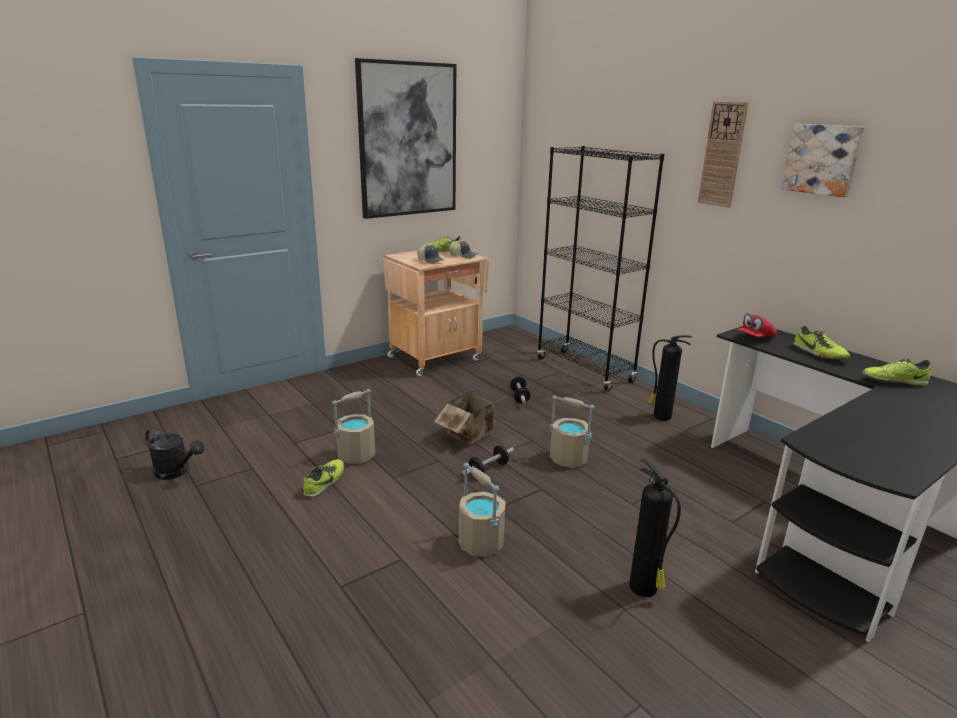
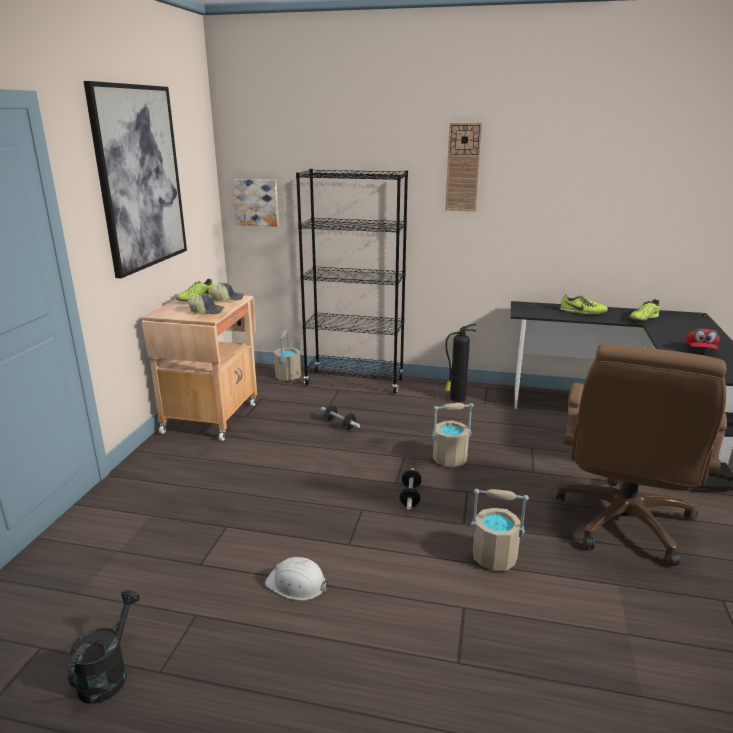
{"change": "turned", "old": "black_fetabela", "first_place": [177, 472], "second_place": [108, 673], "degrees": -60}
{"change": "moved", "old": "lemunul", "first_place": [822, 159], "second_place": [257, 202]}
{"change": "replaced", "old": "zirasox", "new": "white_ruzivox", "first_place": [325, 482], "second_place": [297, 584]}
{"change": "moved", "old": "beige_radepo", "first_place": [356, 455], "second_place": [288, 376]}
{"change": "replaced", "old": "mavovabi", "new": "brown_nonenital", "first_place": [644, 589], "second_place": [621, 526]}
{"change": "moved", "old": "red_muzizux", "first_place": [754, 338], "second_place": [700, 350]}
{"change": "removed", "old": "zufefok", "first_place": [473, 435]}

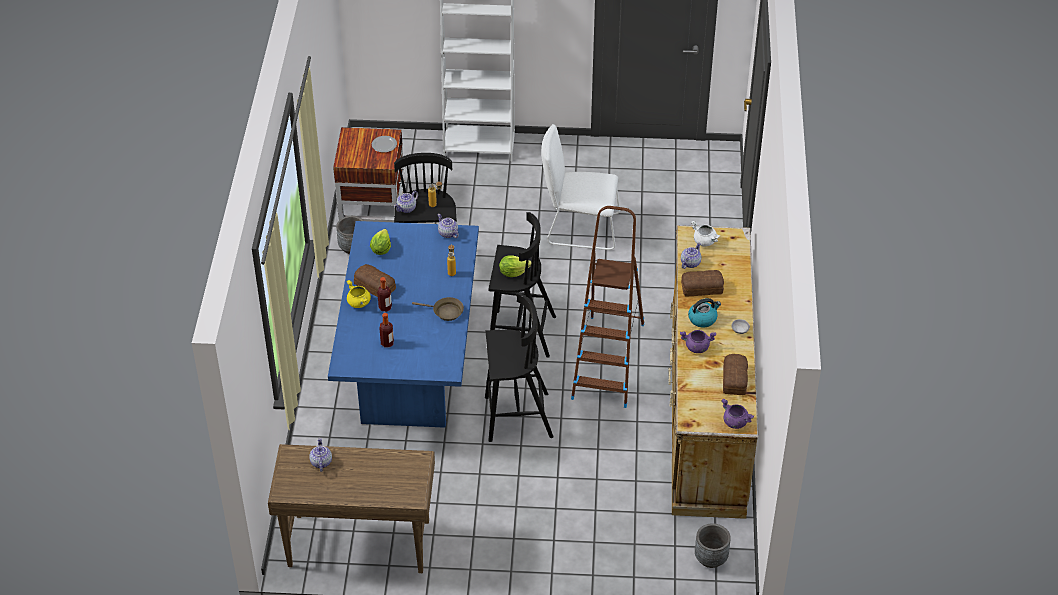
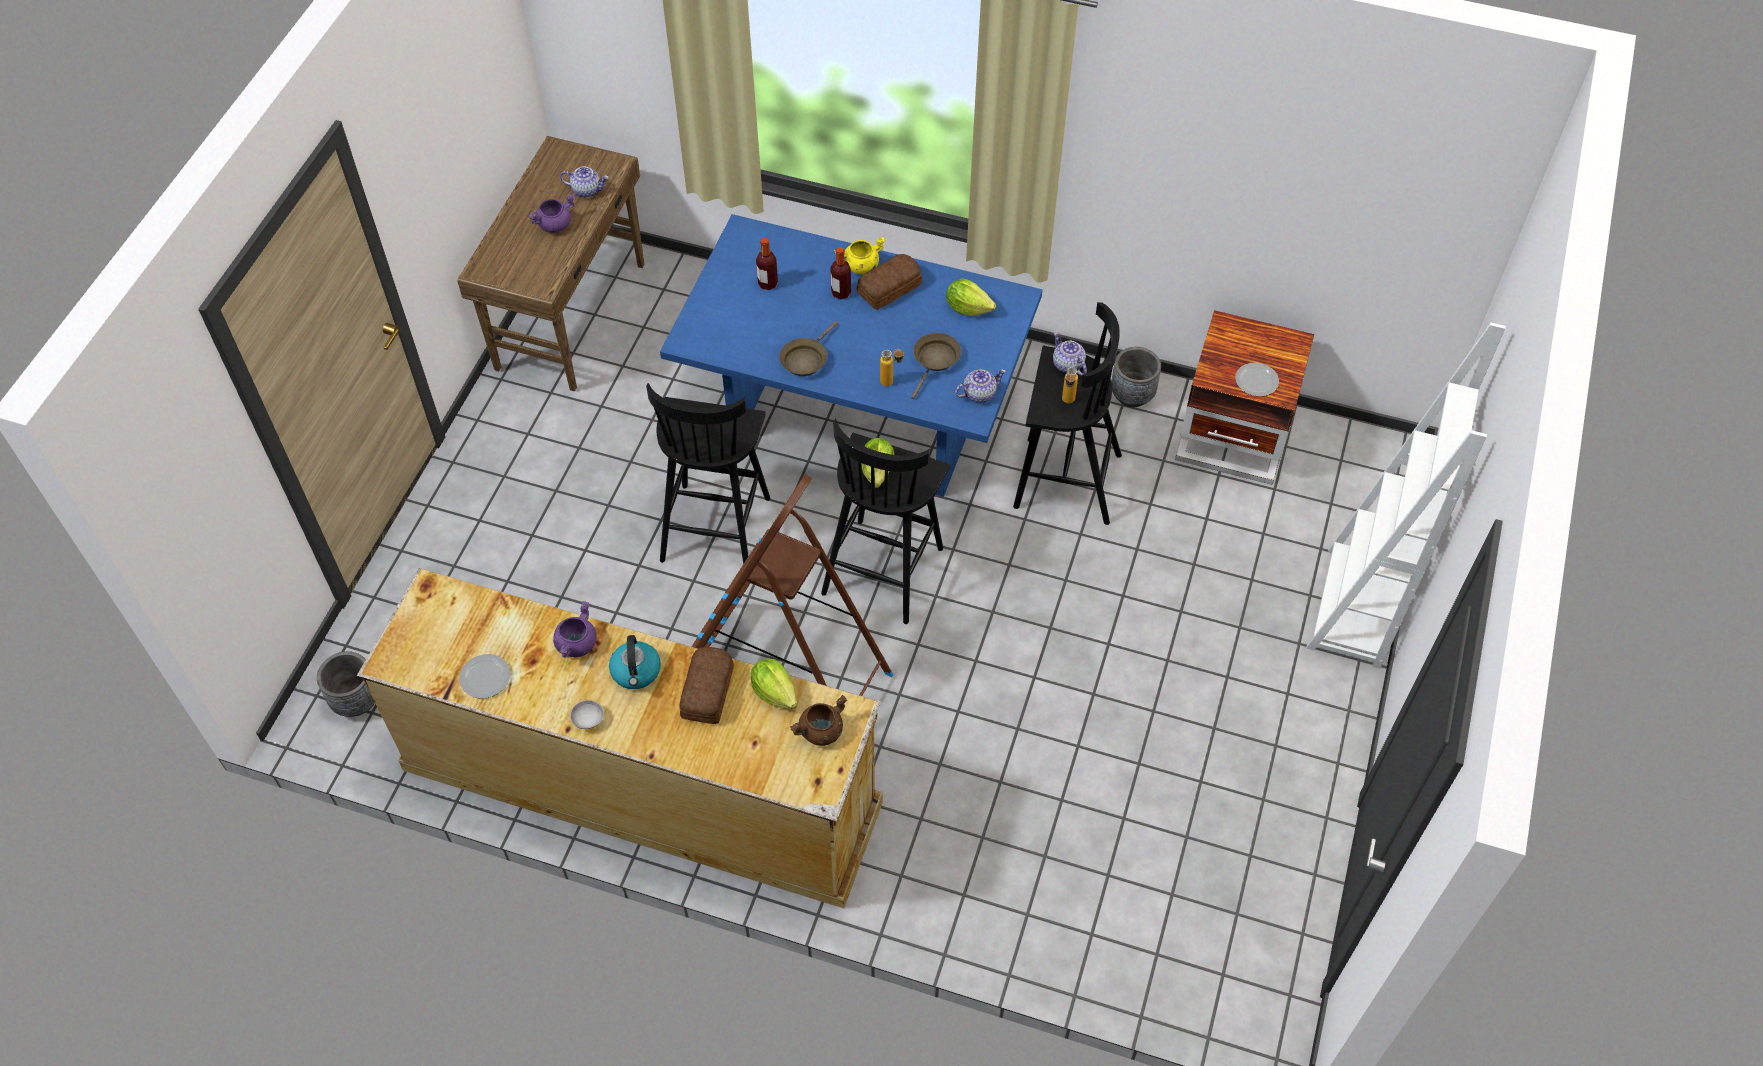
{"change": "replaced", "old": "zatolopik", "new": "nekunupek", "first_place": [735, 379], "second_place": [485, 678]}
{"change": "moved", "old": "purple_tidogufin", "first_place": [735, 422], "second_place": [554, 224]}
{"change": "replaced", "old": "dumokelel", "new": "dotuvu", "first_place": [690, 263], "second_place": [774, 692]}
{"change": "recoloured", "old": "white_tidogufin", "new": "brown_tidogufin", "first_place": [705, 241], "second_place": [821, 731]}
{"change": "added", "new": "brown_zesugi", "second_place": [935, 361]}
{"change": "removed", "old": "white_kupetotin", "first_place": [579, 229]}

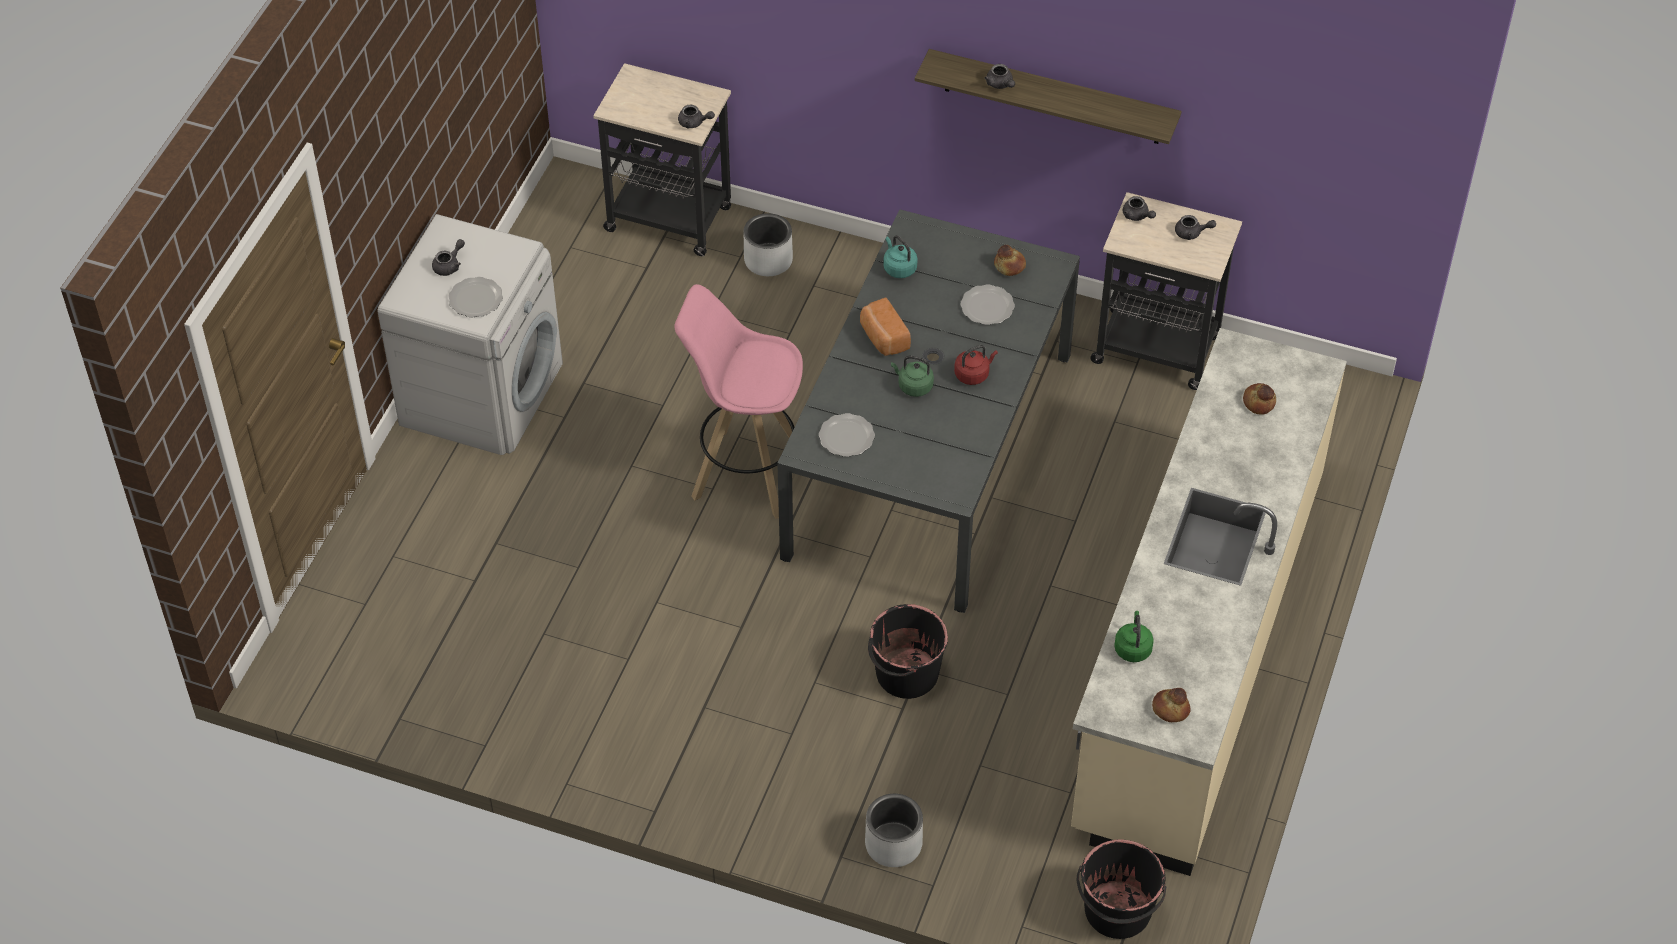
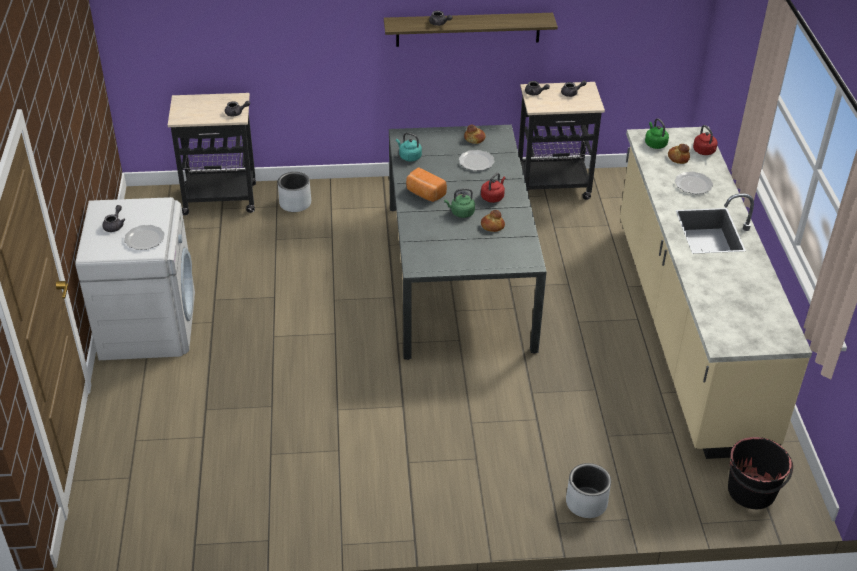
{"change": "moved", "old": "zatolopik", "first_place": [1170, 709], "second_place": [492, 226]}
{"change": "moved", "old": "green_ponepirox", "first_place": [1132, 648], "second_place": [655, 144]}
{"change": "moved", "old": "nekunupek", "first_place": [846, 436], "second_place": [693, 184]}
{"change": "added", "new": "red_ponepirox", "second_place": [704, 152]}
{"change": "removed", "old": "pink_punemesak", "first_place": [745, 472]}
{"change": "removed", "old": "black_radepo", "first_place": [906, 674]}

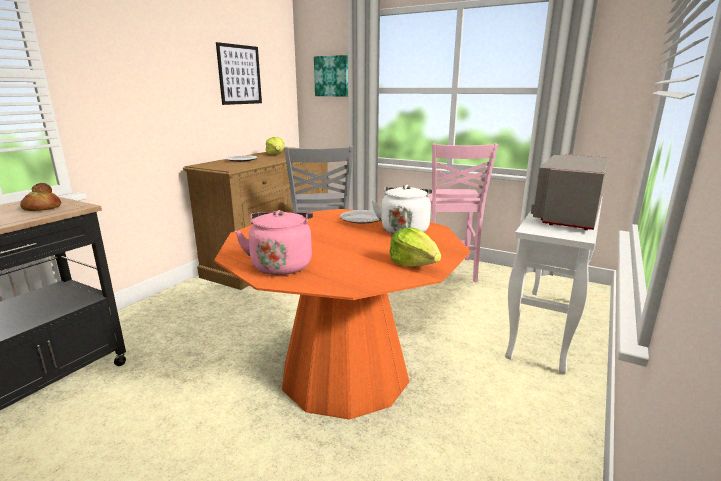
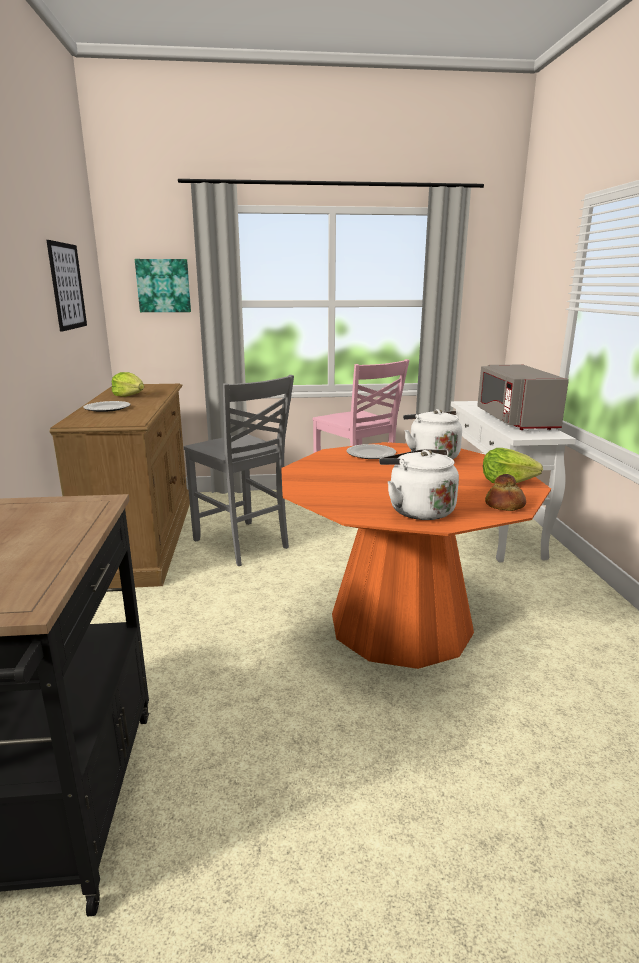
{"change": "recoloured", "old": "pink_ponepirox", "new": "white_ponepirox", "first_place": [282, 265], "second_place": [417, 510]}
{"change": "moved", "old": "zatolopik", "first_place": [41, 208], "second_place": [505, 505]}

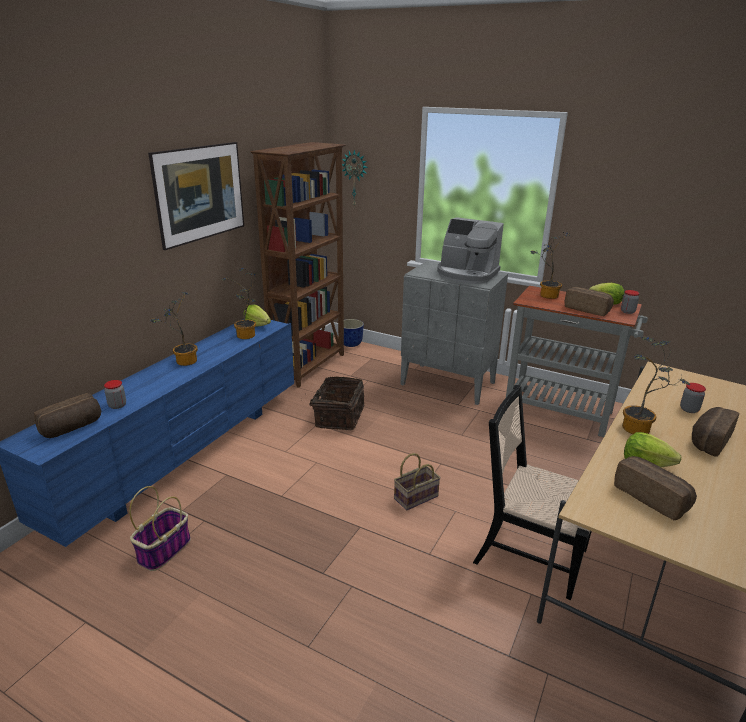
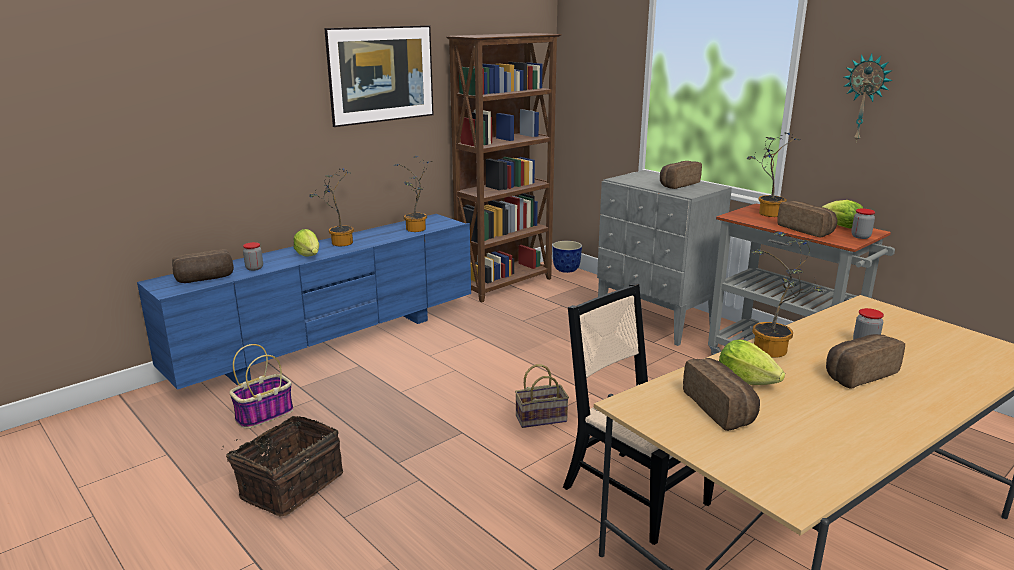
{"change": "moved", "old": "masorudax", "first_place": [338, 416], "second_place": [289, 485]}
{"change": "moved", "old": "dotuvu", "first_place": [257, 325], "second_place": [309, 255]}
{"change": "replaced", "old": "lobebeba", "new": "zatolopik", "first_place": [466, 274], "second_place": [677, 184]}
{"change": "moved", "old": "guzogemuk", "first_place": [355, 178], "second_place": [865, 98]}

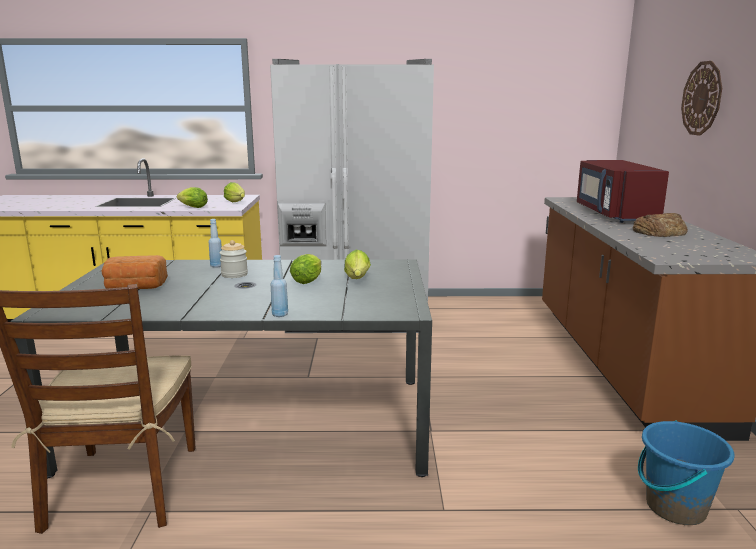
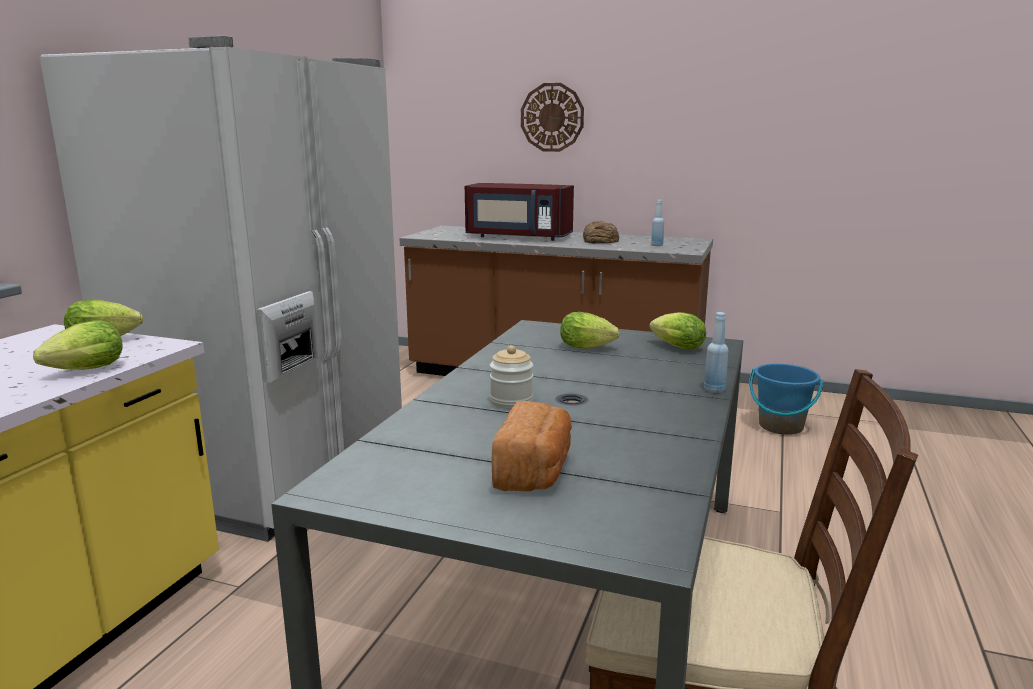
{"change": "moved", "old": "dotuvu", "first_place": [308, 280], "second_place": [674, 347]}
{"change": "moved", "old": "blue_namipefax", "first_place": [216, 266], "second_place": [657, 245]}

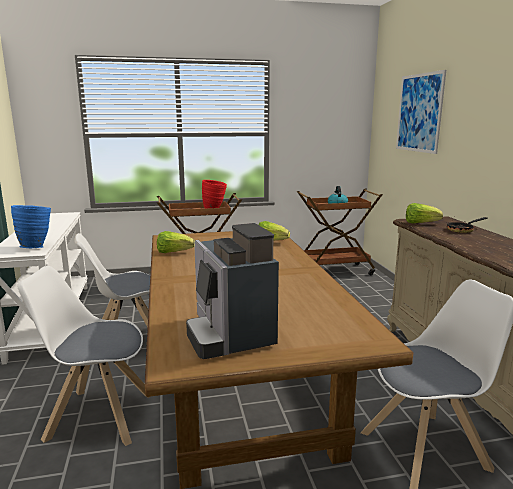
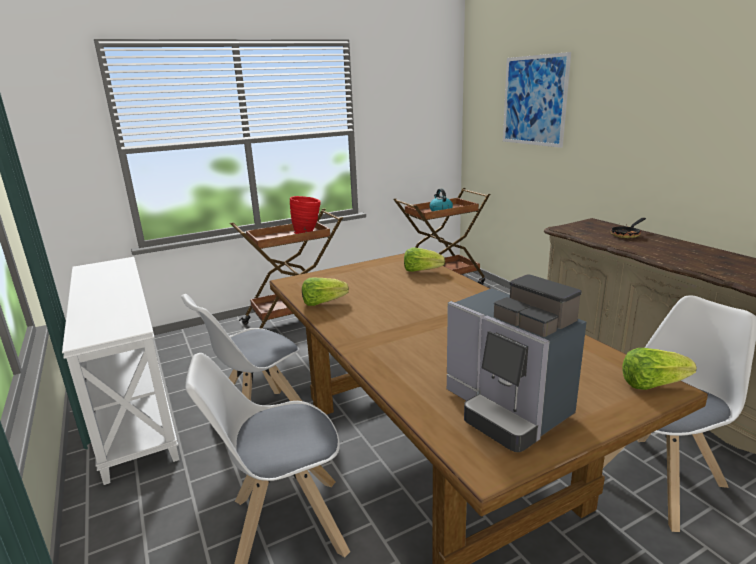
{"change": "moved", "old": "dotuvu", "first_place": [420, 223], "second_place": [652, 384]}
{"change": "removed", "old": "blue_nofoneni", "first_place": [36, 247]}

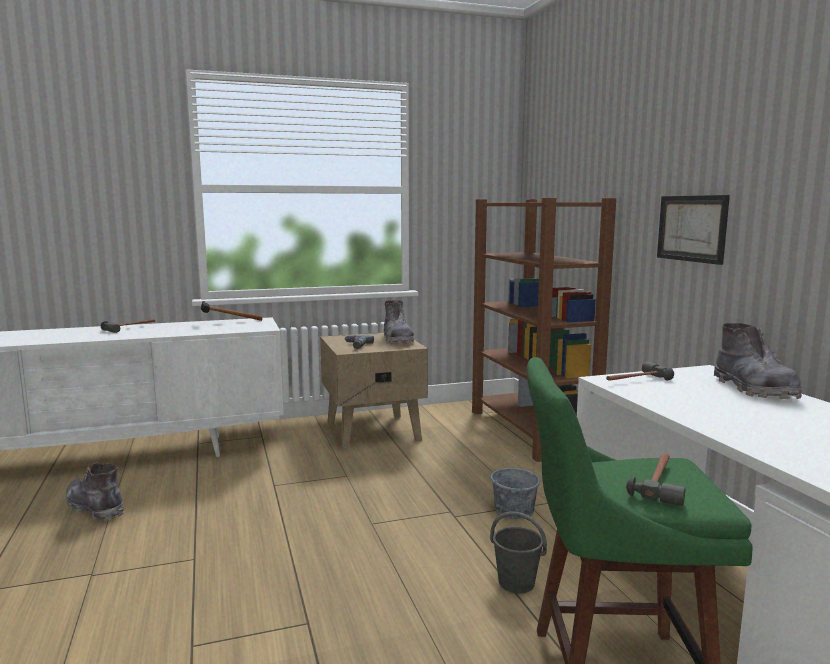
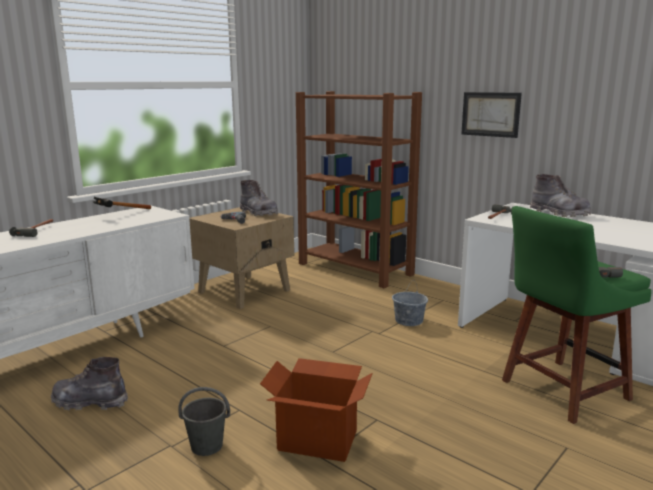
{"change": "moved", "old": "grey_radepo", "first_place": [517, 583], "second_place": [207, 446]}
{"change": "added", "new": "zufefok", "second_place": [317, 440]}

